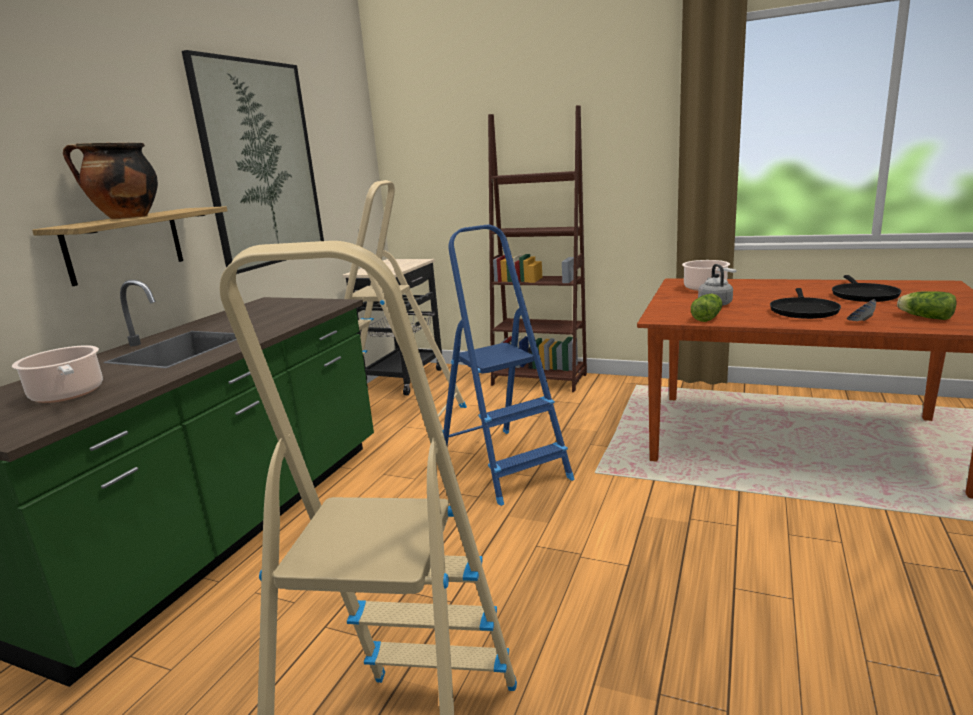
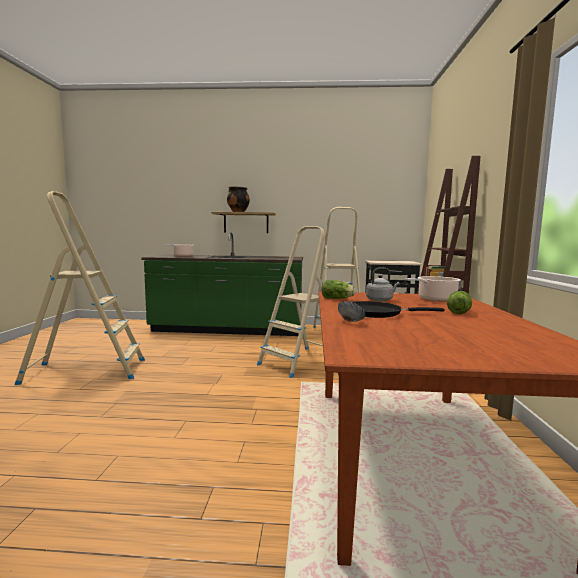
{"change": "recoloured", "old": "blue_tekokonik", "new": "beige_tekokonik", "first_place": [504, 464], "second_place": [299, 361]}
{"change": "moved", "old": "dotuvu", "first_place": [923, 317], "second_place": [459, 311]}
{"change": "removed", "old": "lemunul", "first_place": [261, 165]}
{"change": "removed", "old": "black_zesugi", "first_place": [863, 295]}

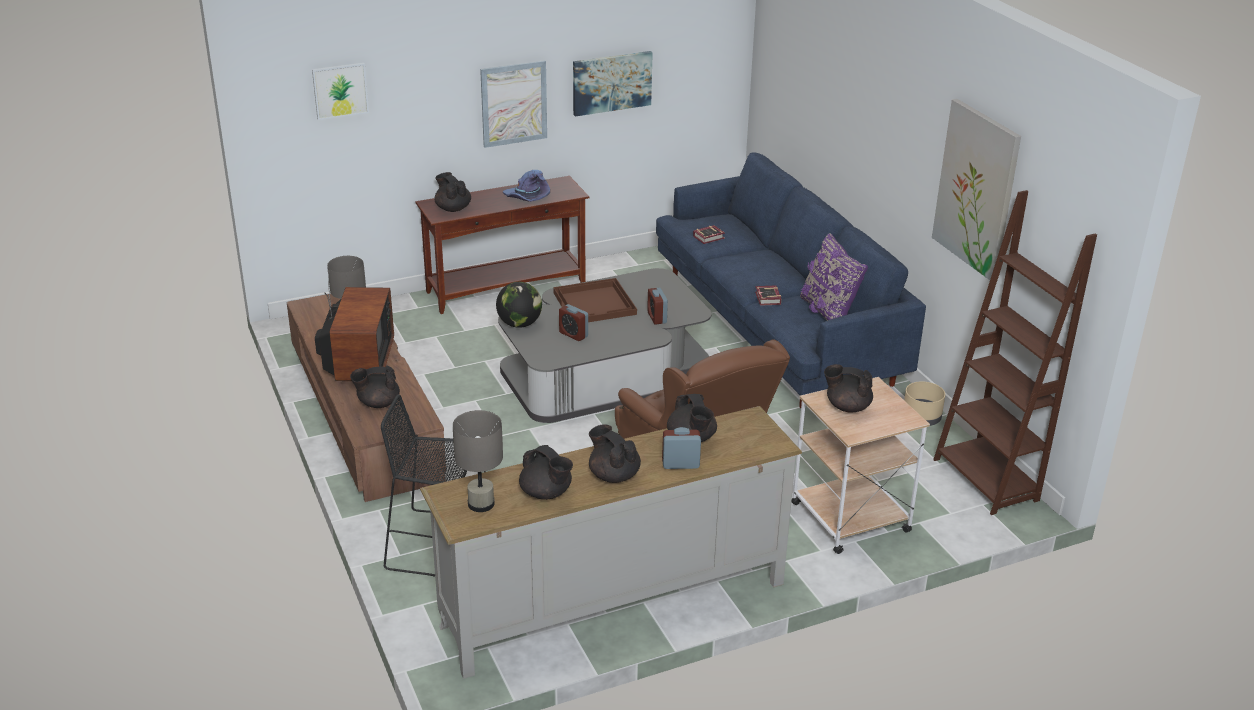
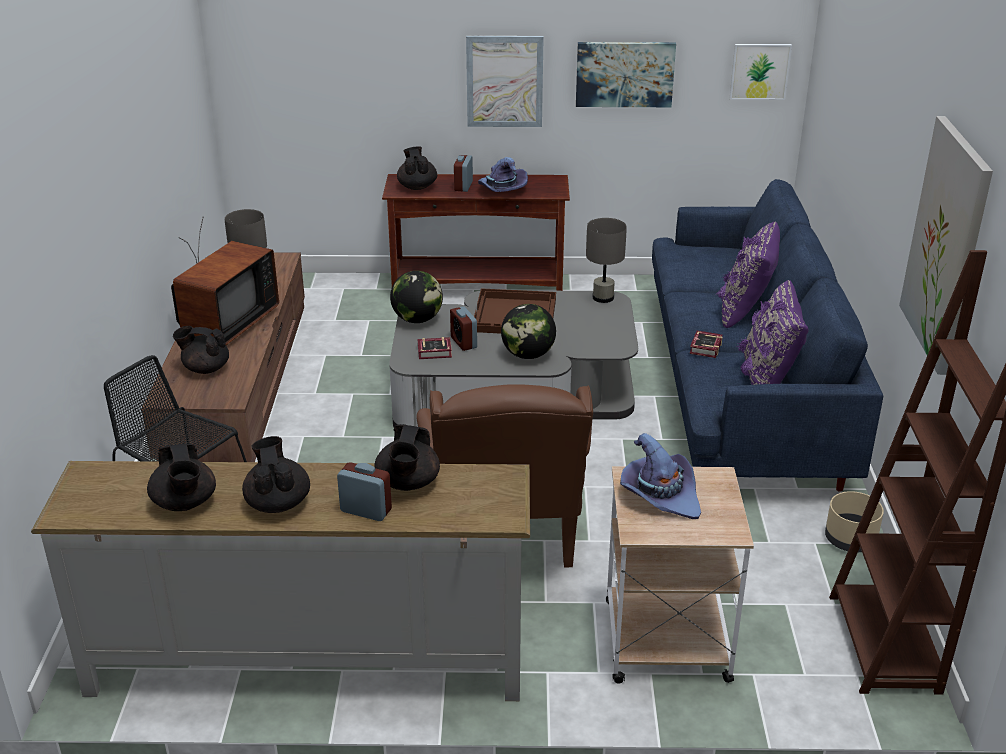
{"change": "moved", "old": "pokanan", "first_place": [710, 237], "second_place": [436, 352]}
{"change": "moved", "old": "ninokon", "first_place": [657, 318], "second_place": [463, 186]}
{"change": "added", "new": "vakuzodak", "second_place": [528, 355]}
{"change": "moved", "old": "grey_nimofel", "first_place": [481, 504], "second_place": [603, 298]}
{"change": "replaced", "old": "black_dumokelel", "new": "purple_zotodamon", "first_place": [847, 406], "second_place": [660, 495]}
{"change": "added", "new": "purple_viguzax", "second_place": [743, 310]}
{"change": "moved", "old": "lemunul", "first_place": [340, 90], "second_place": [760, 71]}

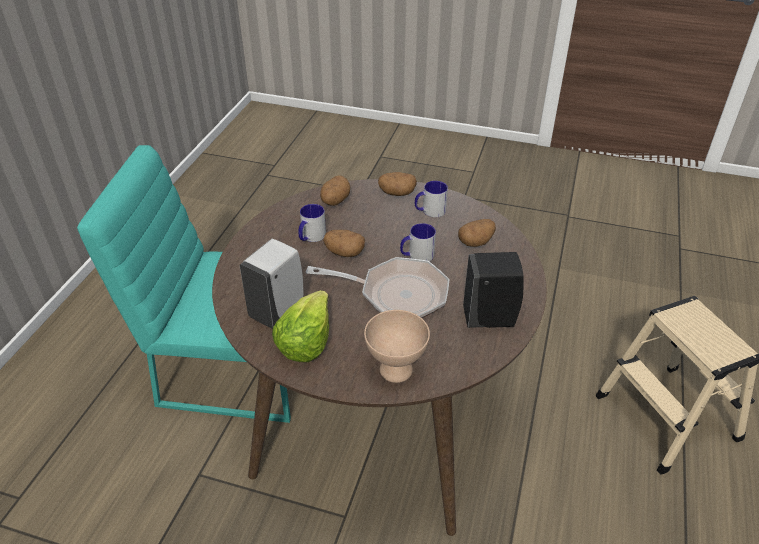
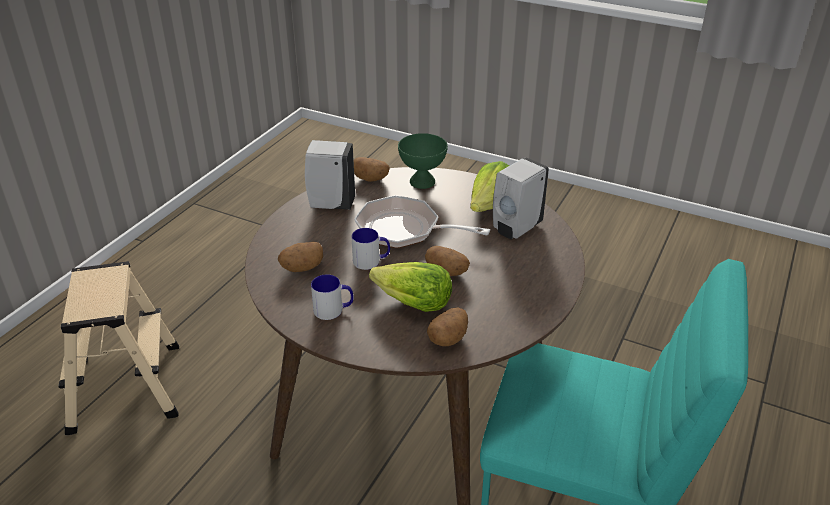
{"change": "recoloured", "old": "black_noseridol", "new": "white_noseridol", "first_place": [491, 319], "second_place": [330, 204]}
{"change": "moved", "old": "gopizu", "first_place": [396, 193], "second_place": [371, 179]}
{"change": "added", "new": "dotuvu", "second_place": [412, 303]}
{"change": "recoloured", "old": "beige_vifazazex", "new": "green_vifazazex", "first_place": [394, 369], "second_place": [423, 182]}
{"change": "removed", "old": "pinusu", "first_place": [311, 237]}

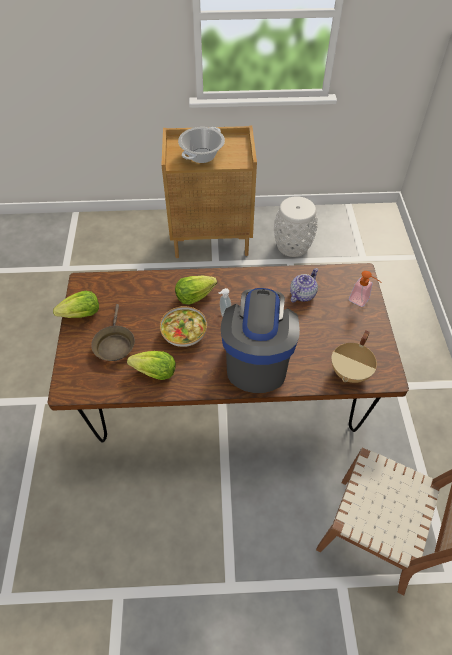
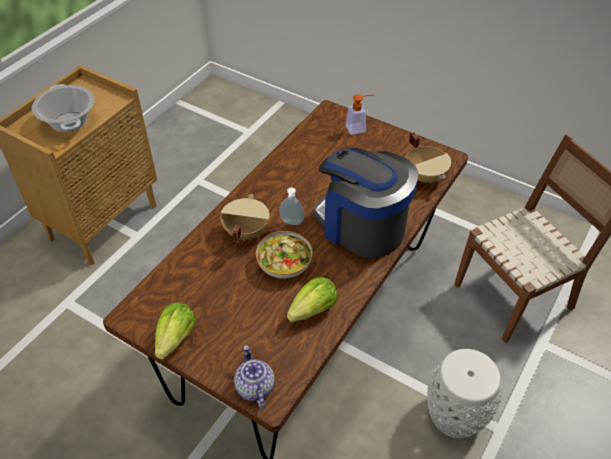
{"change": "replaced", "old": "dotuvu", "new": "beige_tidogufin", "first_place": [194, 296], "second_place": [245, 232]}
{"change": "moved", "old": "dumokelel", "first_place": [302, 294], "second_place": [254, 387]}
{"change": "moved", "old": "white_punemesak", "first_place": [292, 246], "second_place": [456, 415]}
{"change": "removed", "old": "brown_zesugi", "first_place": [114, 344]}

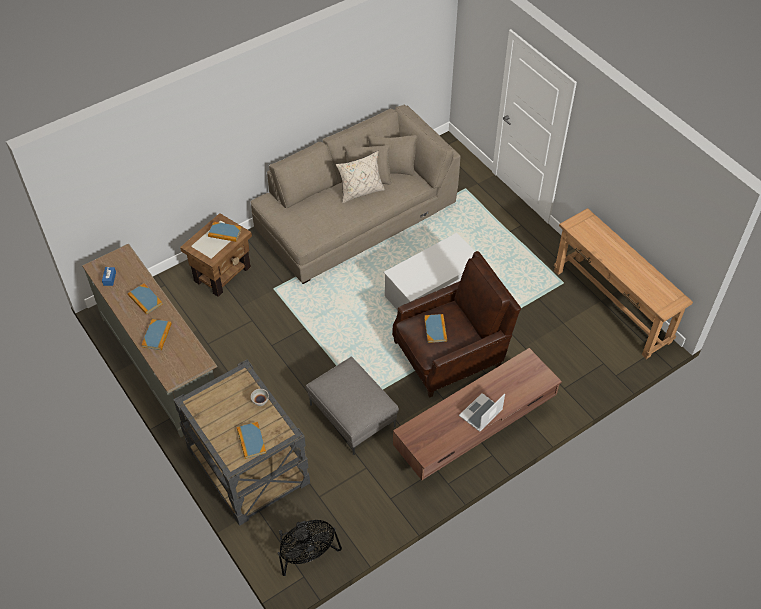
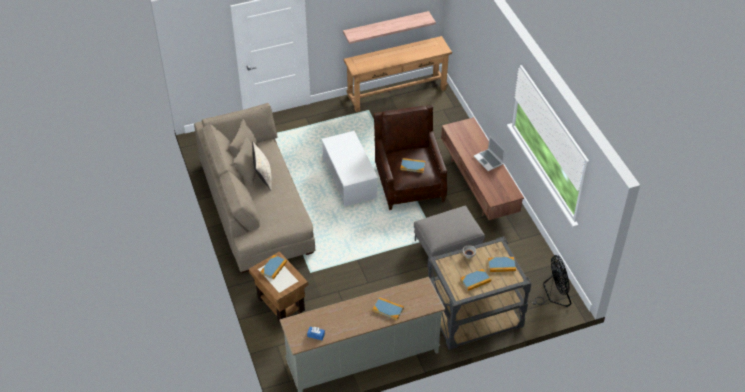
{"change": "added", "new": "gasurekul", "second_place": [386, 27]}
{"change": "moved", "old": "pokanan", "first_place": [145, 300], "second_place": [475, 280]}

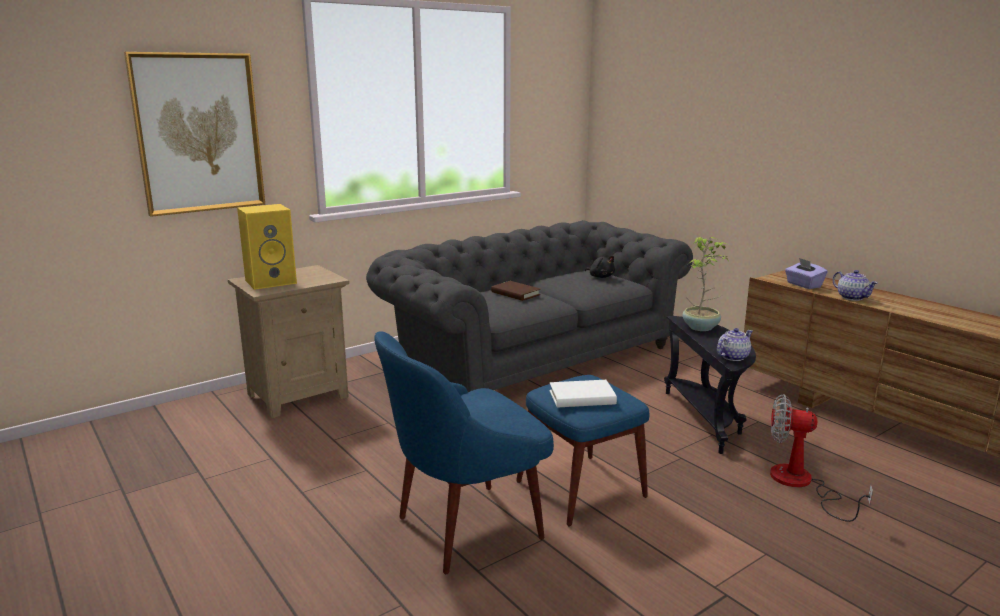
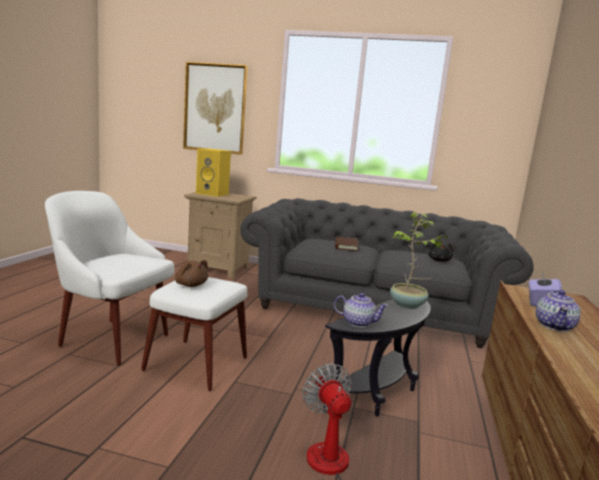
{"change": "recoloured", "old": "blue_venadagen", "new": "white_venadagen", "first_place": [510, 514], "second_place": [142, 348]}
{"change": "replaced", "old": "white_pokanan", "new": "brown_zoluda", "first_place": [582, 398], "second_place": [190, 285]}

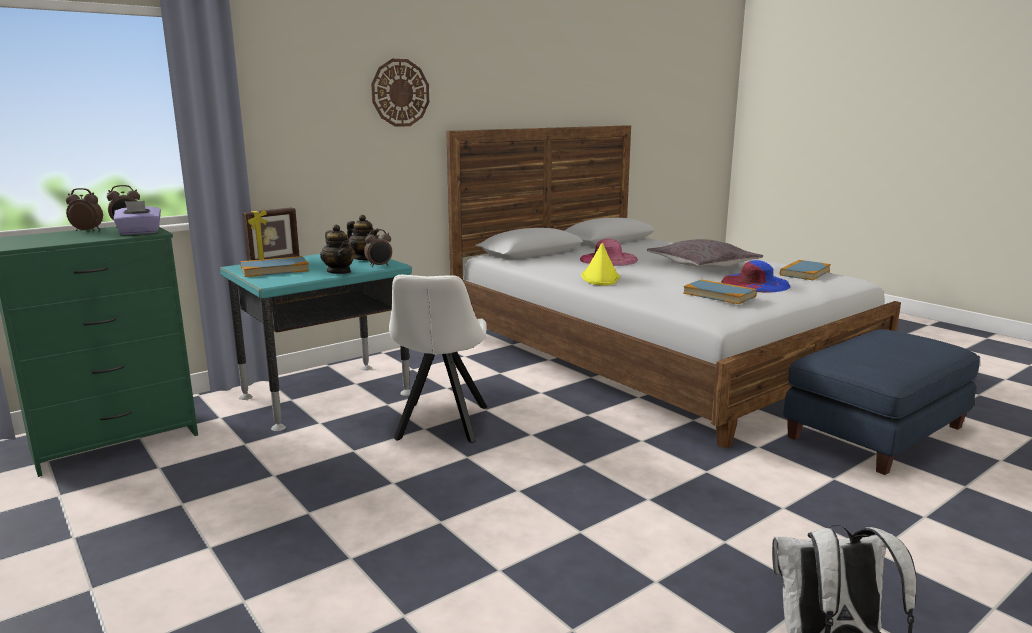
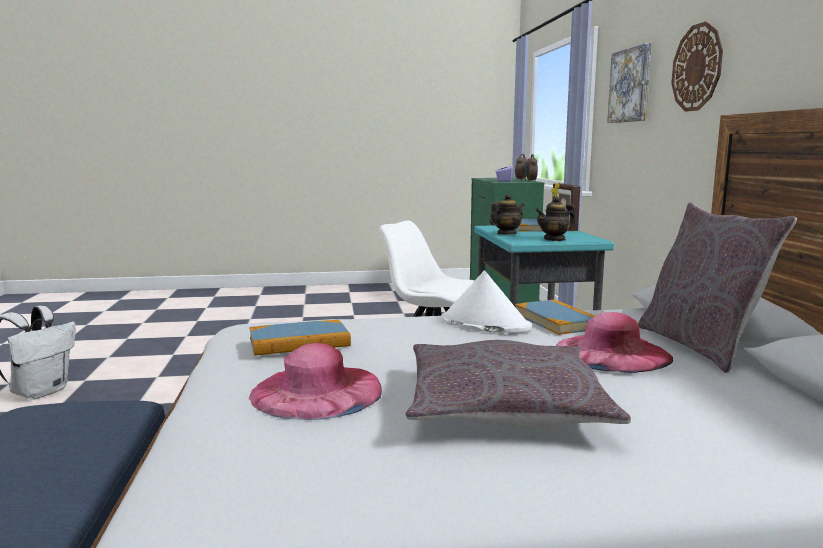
{"change": "recoloured", "old": "blue_zotodamon", "new": "pink_zotodamon", "first_place": [755, 284], "second_place": [317, 391]}
{"change": "recoloured", "old": "yellow_zotodamon", "new": "white_zotodamon", "first_place": [600, 278], "second_place": [484, 324]}
{"change": "turned", "old": "dumokelel", "first_place": [339, 272], "second_place": [506, 234], "degrees": 150}
{"change": "moved", "old": "pokanan", "first_place": [804, 273], "second_place": [556, 321]}
{"change": "added", "new": "lemunul", "second_place": [631, 85]}
{"change": "added", "new": "grey_viguzax", "second_place": [700, 346]}
{"change": "removed", "old": "ninokon", "first_place": [379, 266]}

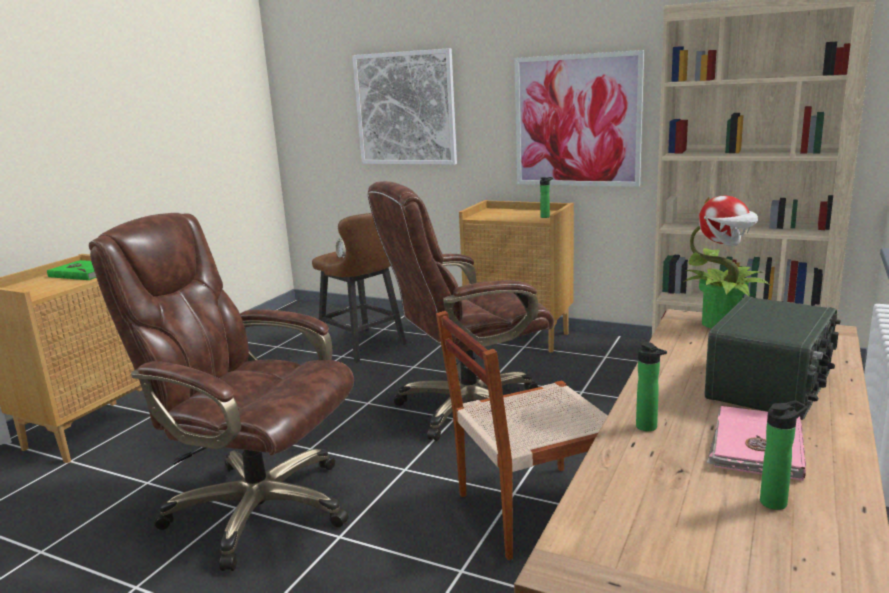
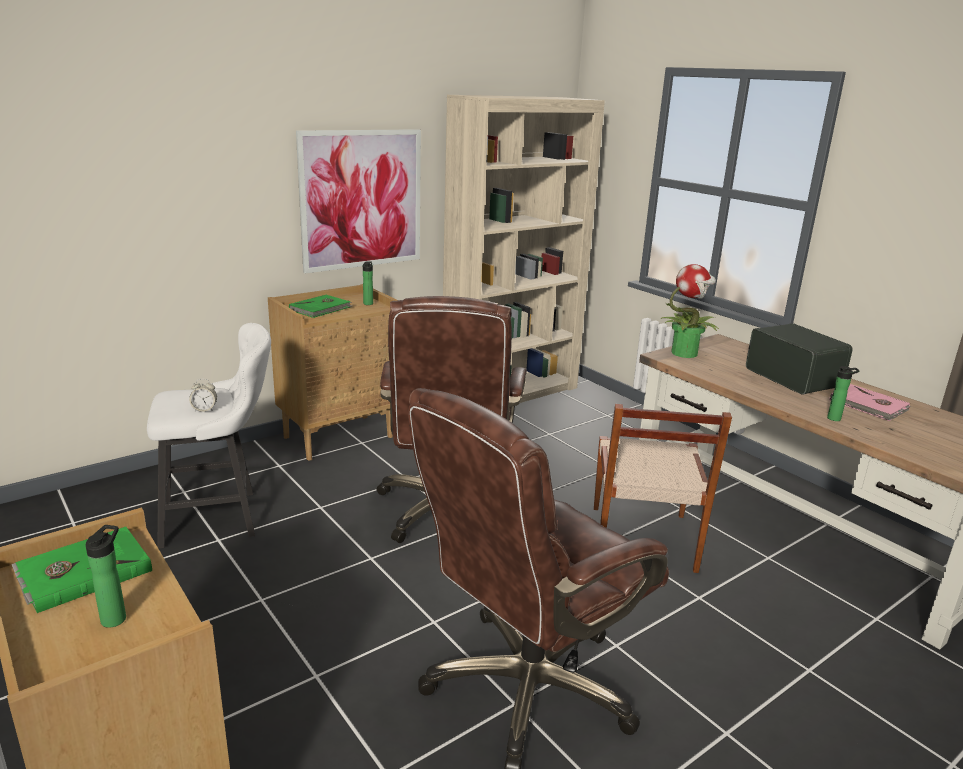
{"change": "moved", "old": "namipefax", "first_place": [776, 502], "second_place": [116, 617]}
{"change": "recoloured", "old": "brown_punemesak", "new": "white_punemesak", "first_place": [368, 347], "second_place": [223, 516]}
{"change": "added", "new": "green_pokanan", "second_place": [321, 309]}
{"change": "removed", "old": "lemunul", "first_place": [405, 109]}

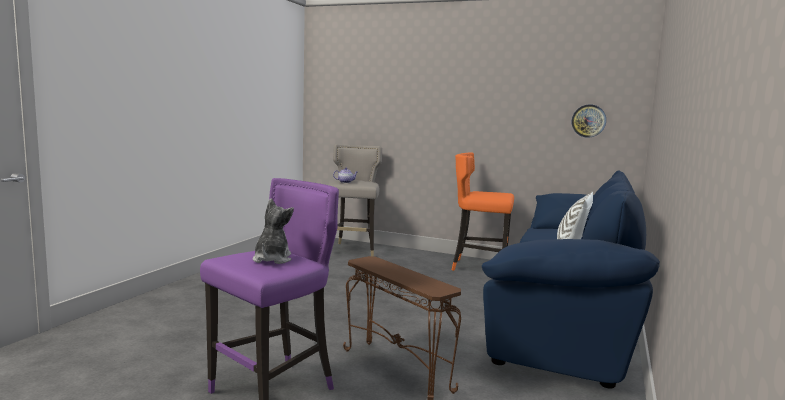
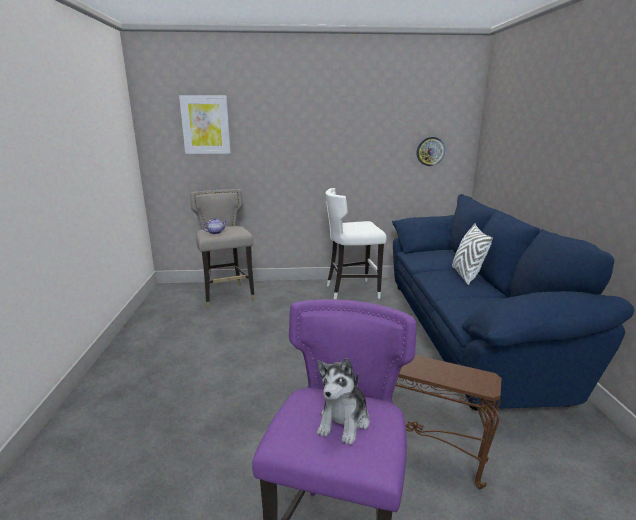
{"change": "added", "new": "lemunul", "second_place": [205, 125]}
{"change": "turned", "old": "zoluda", "first_place": [272, 259], "second_place": [344, 421], "degrees": -135}
{"change": "recoloured", "old": "orange_punemesak", "new": "white_punemesak", "first_place": [479, 267], "second_place": [351, 291]}

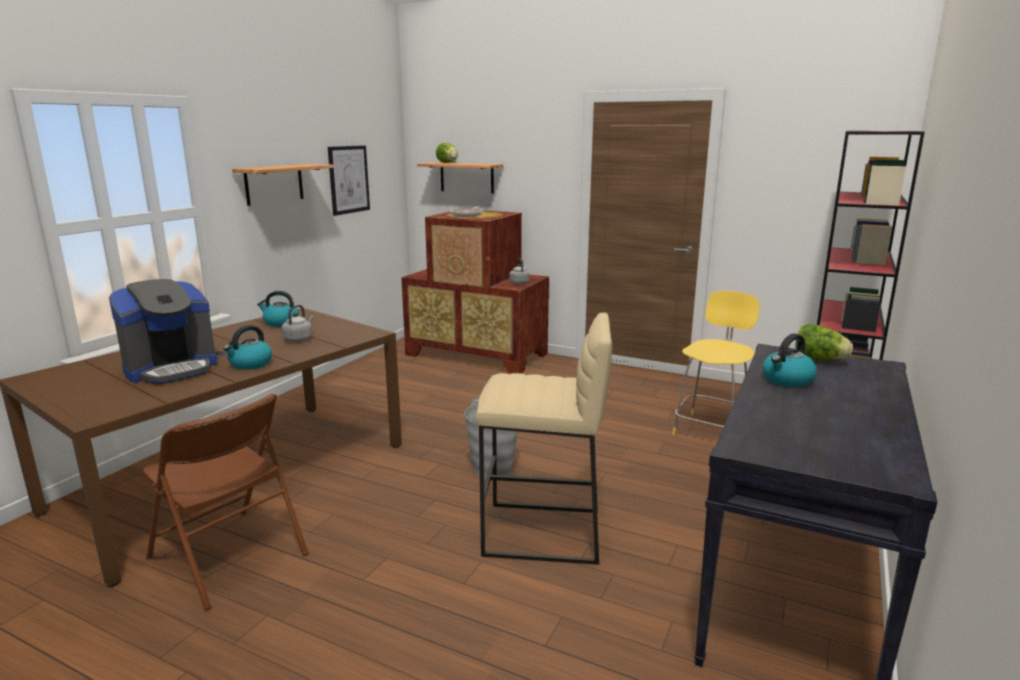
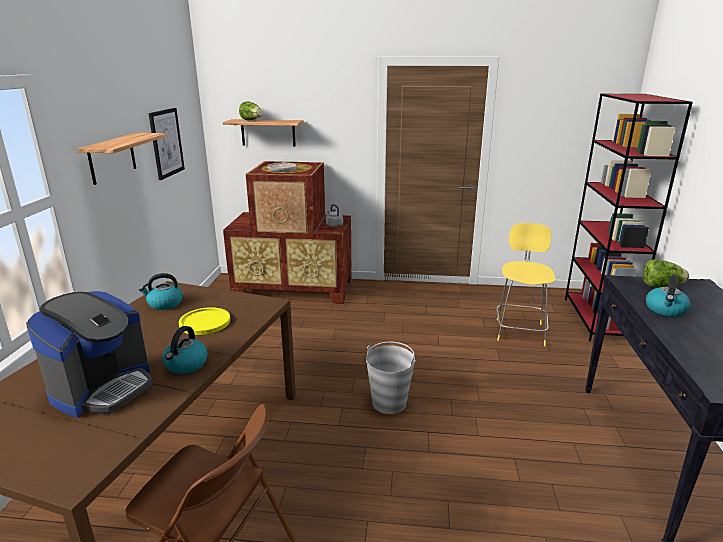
{"change": "replaced", "old": "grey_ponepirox", "new": "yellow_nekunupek", "first_place": [299, 339], "second_place": [205, 322]}
{"change": "removed", "old": "beige_punemesak", "first_place": [542, 533]}

